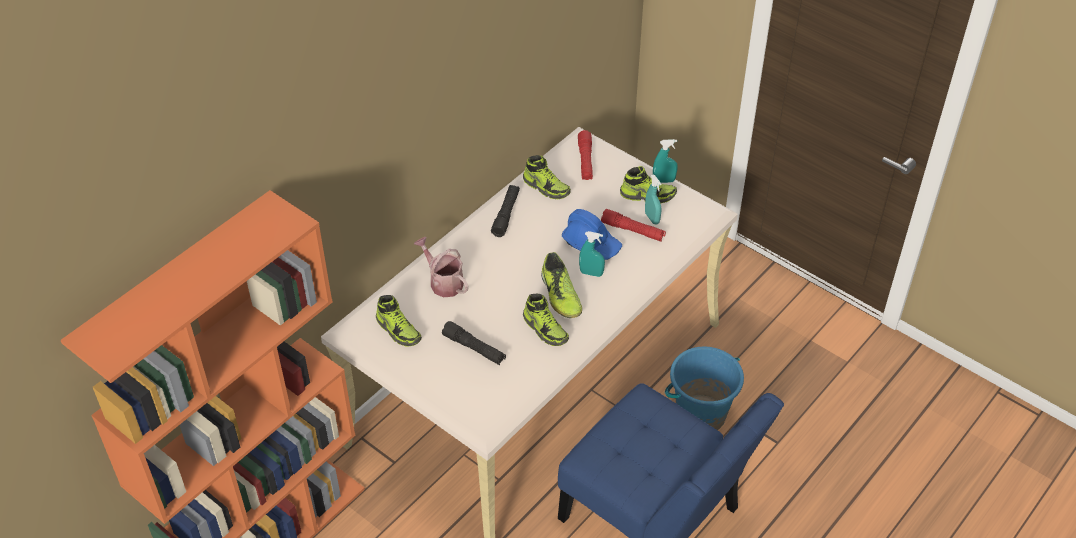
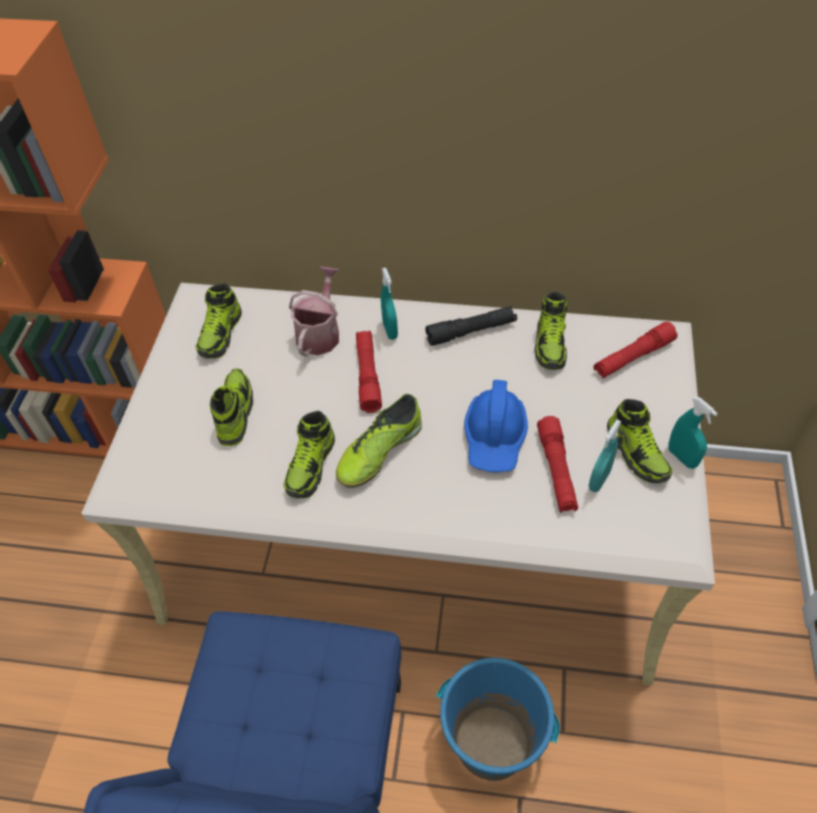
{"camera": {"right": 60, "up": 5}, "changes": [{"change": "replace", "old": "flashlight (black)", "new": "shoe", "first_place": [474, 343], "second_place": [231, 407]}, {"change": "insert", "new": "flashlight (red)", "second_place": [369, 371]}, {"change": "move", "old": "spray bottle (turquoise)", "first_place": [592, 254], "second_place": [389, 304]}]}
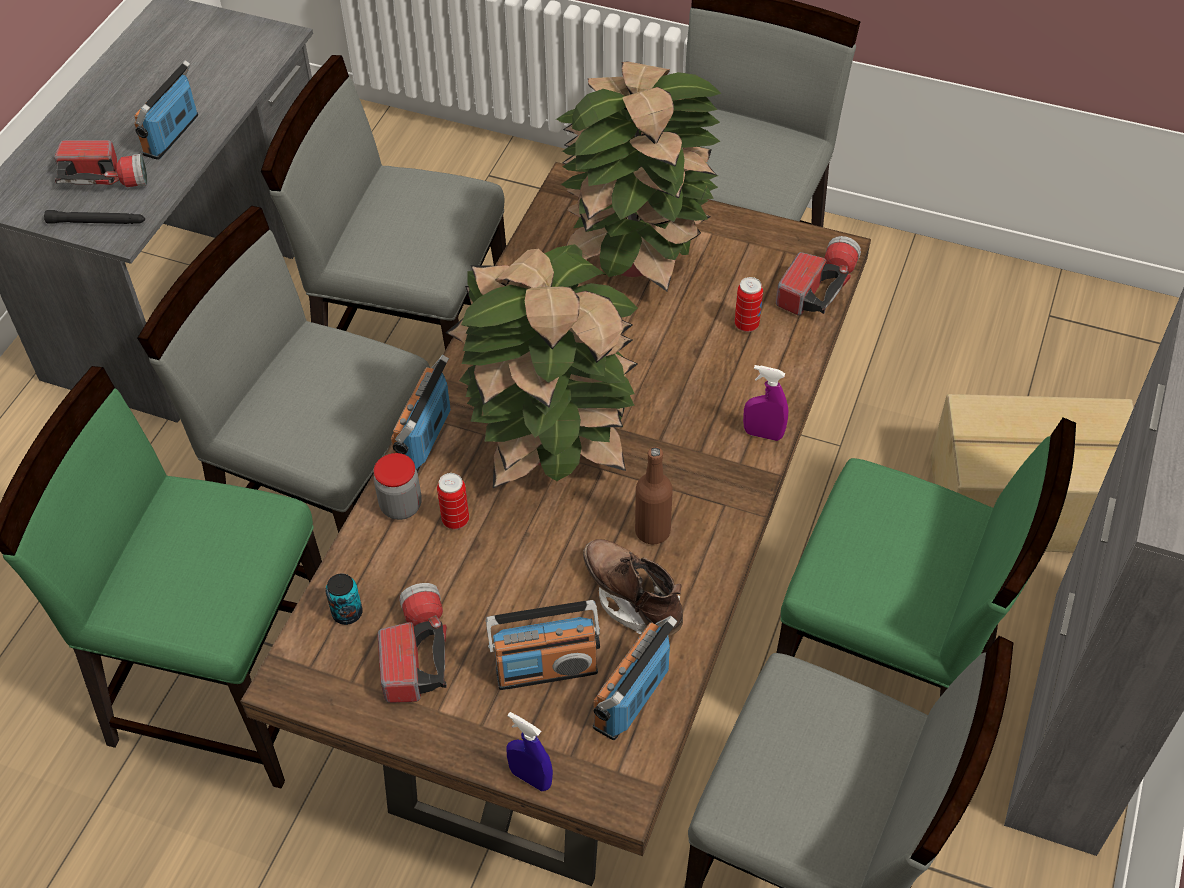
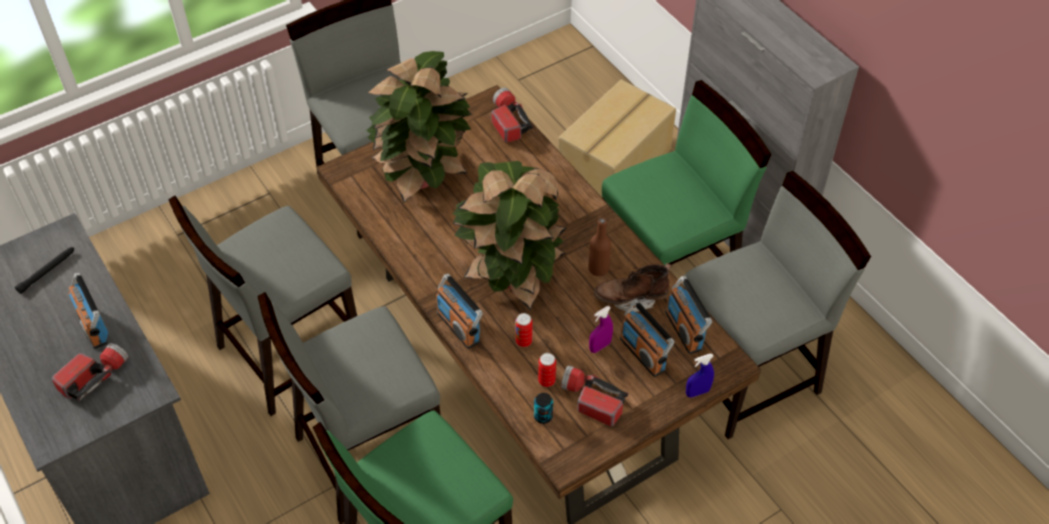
{"camera": {"right": -55, "up": 0}, "changes": [{"change": "move", "old": "flashlight (black)", "first_place": [94, 217], "second_place": [44, 270]}, {"change": "move", "old": "can", "first_place": [749, 304], "second_place": [547, 370]}, {"change": "move", "old": "spray bottle (purple)", "first_place": [765, 403], "second_place": [601, 329]}, {"change": "rotate", "old": "radio", "first_place": [543, 645], "second_place": [647, 338], "degrees": 120}, {"change": "delete", "old": "jar", "first_place": [398, 486]}]}
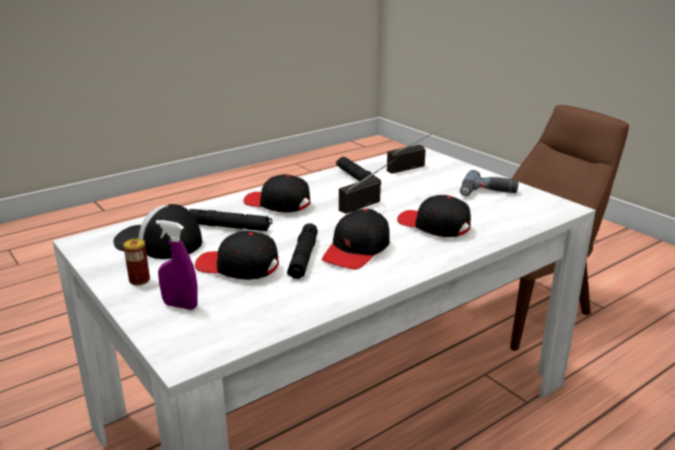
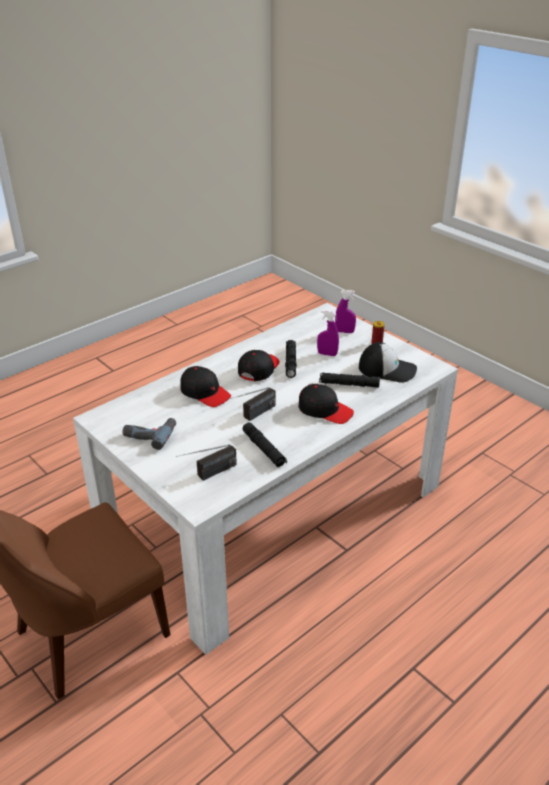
{"camera": {"right": 175, "up": 10}, "changes": [{"change": "replace", "old": "cap (black)", "new": "spray bottle (purple)", "first_place": [237, 255], "second_place": [328, 333]}]}
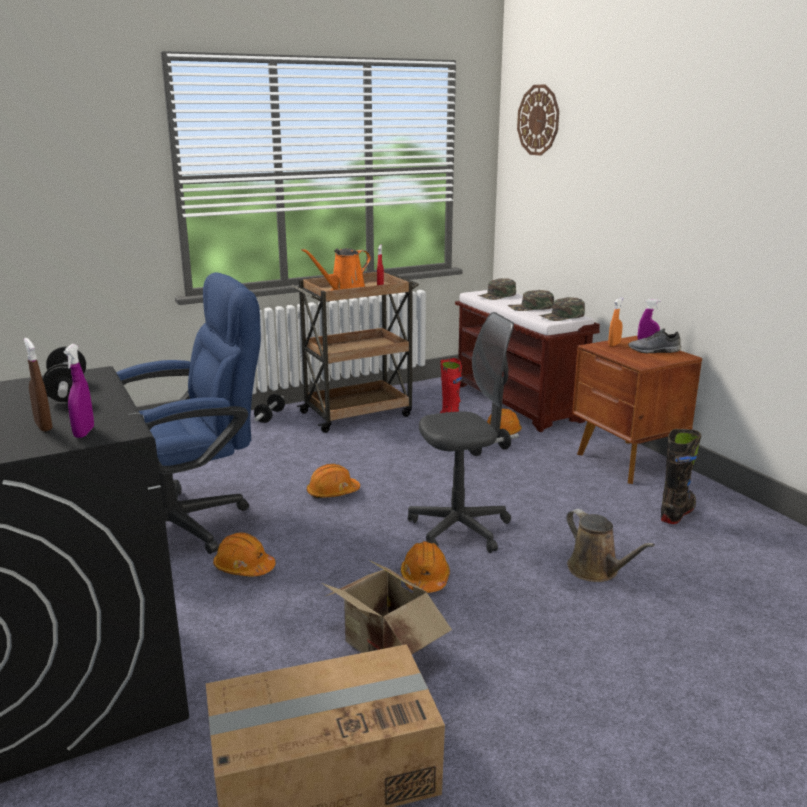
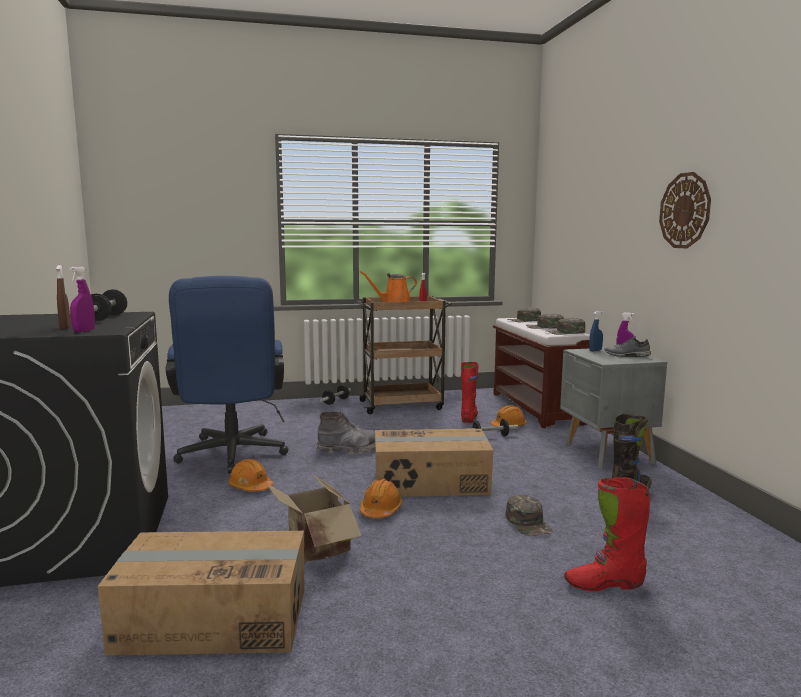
{"camera": {"right": 15, "up": -10}, "changes": [{"change": "rotate", "old": "office chair (blue)", "first_place": [188, 413], "second_place": [227, 375], "degrees": 90}, {"change": "replace", "old": "hard hat (orange)", "new": "boot (grey)", "first_place": [333, 481], "second_place": [346, 433]}, {"change": "replace", "old": "office chair (grey)", "new": "cardboard box", "first_place": [461, 432], "second_place": [434, 463]}, {"change": "replace", "old": "watering can (brown)", "new": "cap (green)", "first_place": [610, 545], "second_place": [529, 515]}, {"change": "recolor", "old": "nightstand (brown)", "new": "nightstand (grey)", "first_place": [637, 410], "second_place": [613, 408]}, {"change": "insert", "new": "boot (red)", "second_place": [607, 534]}, {"change": "recolor", "old": "spray bottle (orange)", "new": "spray bottle (blue)", "first_place": [615, 322], "second_place": [596, 331]}, {"change": "move", "old": "wall clock", "first_place": [538, 120], "second_place": [685, 210]}]}
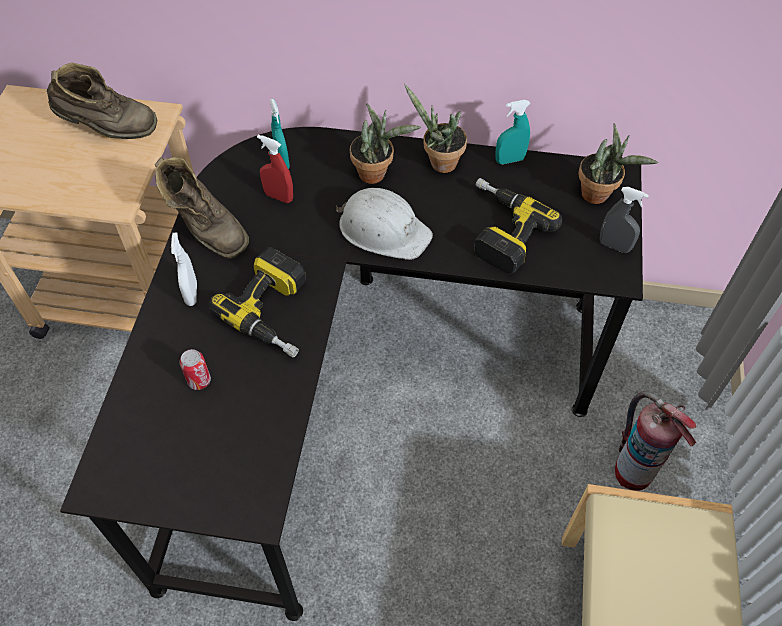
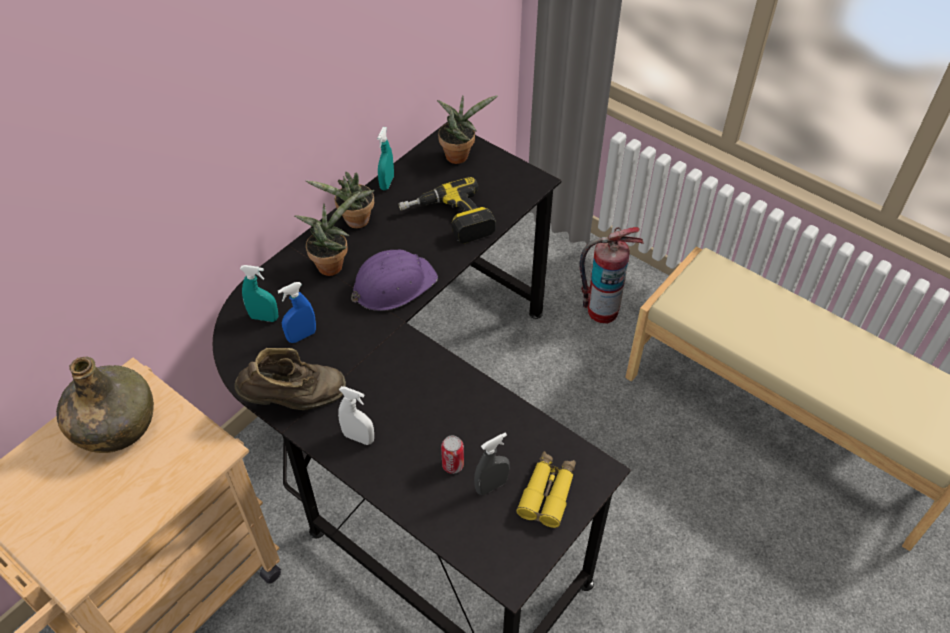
{"camera": {"right": -60, "up": -5}, "changes": [{"change": "replace", "old": "boot (brown)", "new": "bottle (green)", "first_place": [102, 101], "second_place": [105, 404]}, {"change": "recolor", "old": "spray bottle (red)", "new": "spray bottle (blue)", "first_place": [275, 169], "second_place": [297, 312]}, {"change": "recolor", "old": "hard hat (white)", "new": "hard hat (purple)", "first_place": [384, 224], "second_place": [394, 280]}, {"change": "move", "old": "spray bottle (grey)", "first_place": [624, 220], "second_place": [492, 464]}, {"change": "insert", "new": "binoculars (yellow)", "second_place": [546, 489]}, {"change": "delete", "old": "power drill", "first_place": [257, 302]}]}
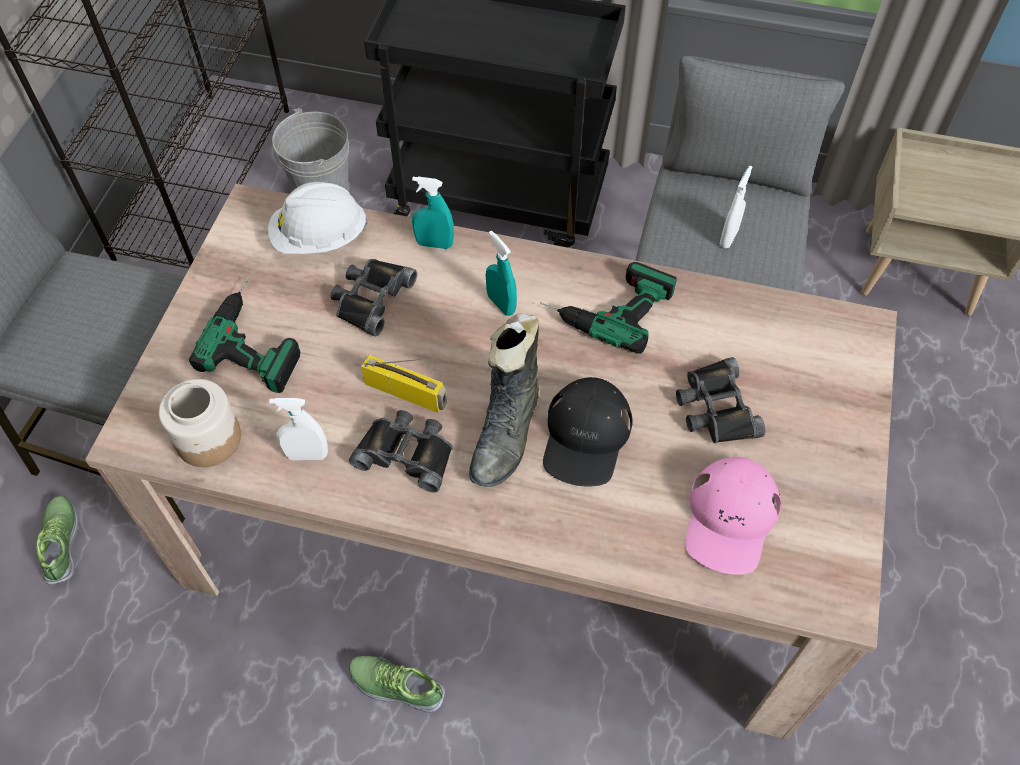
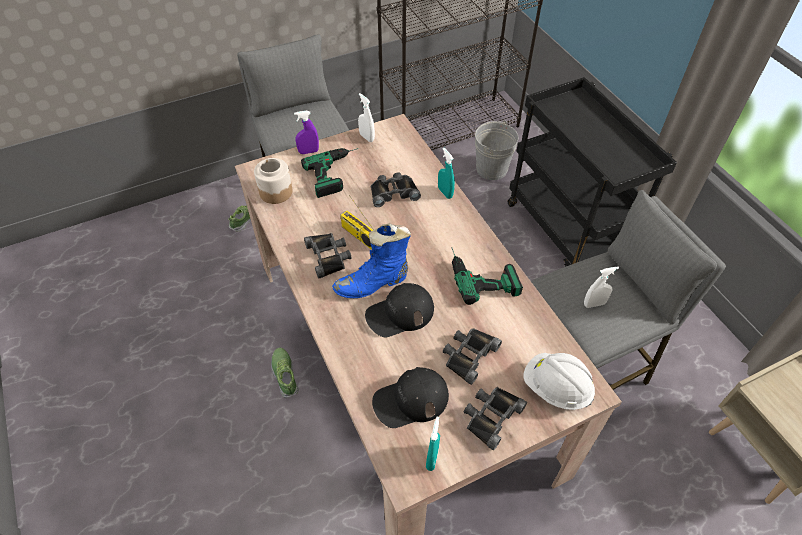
{"camera": {"right": 50, "up": -5}, "changes": [{"change": "insert", "new": "spray bottle (purple)", "second_place": [306, 132]}, {"change": "recolor", "old": "boot (black)", "new": "boot (blue)", "first_place": [504, 400], "second_place": [371, 260]}, {"change": "rotate", "old": "radio", "first_place": [404, 384], "second_place": [357, 222], "degrees": 150}, {"change": "move", "old": "spray bottle (white)", "first_place": [298, 429], "second_place": [366, 117]}, {"change": "recolor", "old": "cap (pink)", "new": "cap (black)", "first_place": [733, 516], "second_place": [410, 397]}, {"change": "move", "old": "spray bottle (turquoise)", "first_place": [501, 273], "second_place": [433, 444]}, {"change": "insert", "new": "binoculars (black)", "second_place": [495, 418]}, {"change": "move", "old": "hard hat (white)", "first_place": [318, 218], "second_place": [559, 381]}]}
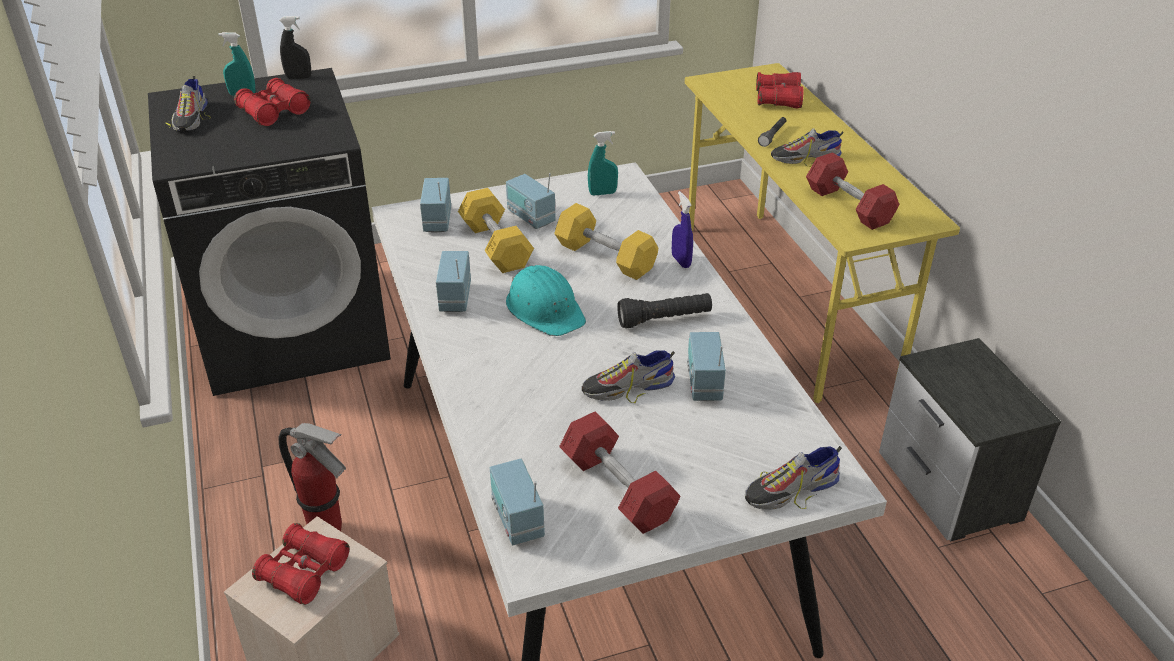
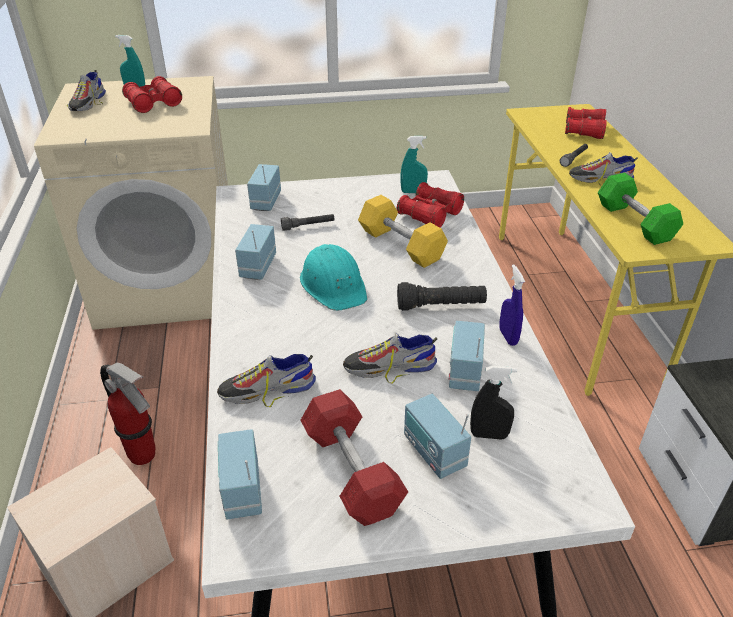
{"camera": {"right": 10, "up": 0}, "changes": [{"change": "recolor", "old": "washing machine (black)", "new": "washing machine (beige)", "first_place": [269, 232], "second_place": [131, 203]}, {"change": "move", "old": "shoe", "first_place": [793, 478], "second_place": [266, 380]}, {"change": "replace", "old": "dumbbell (yellow)", "new": "flashlight (grey)", "first_place": [496, 230], "second_place": [307, 222]}, {"change": "move", "old": "binoculars (red)", "first_place": [300, 564], "second_place": [430, 205]}, {"change": "move", "old": "radio", "first_place": [531, 201], "second_place": [437, 436]}, {"change": "move", "old": "spray bottle (black)", "first_place": [295, 47], "second_place": [493, 402]}, {"change": "move", "old": "spray bottle (blue)", "first_place": [682, 229], "second_place": [512, 305]}, {"change": "recolor", "old": "dumbbell (red)", "new": "dumbbell (green)", "first_place": [853, 191], "second_place": [640, 209]}]}
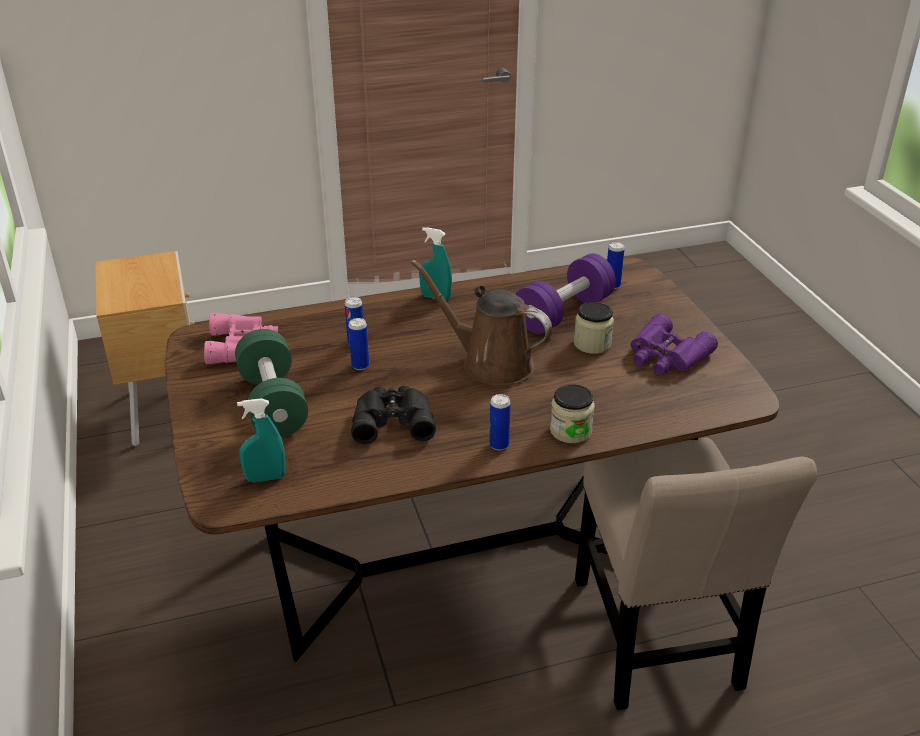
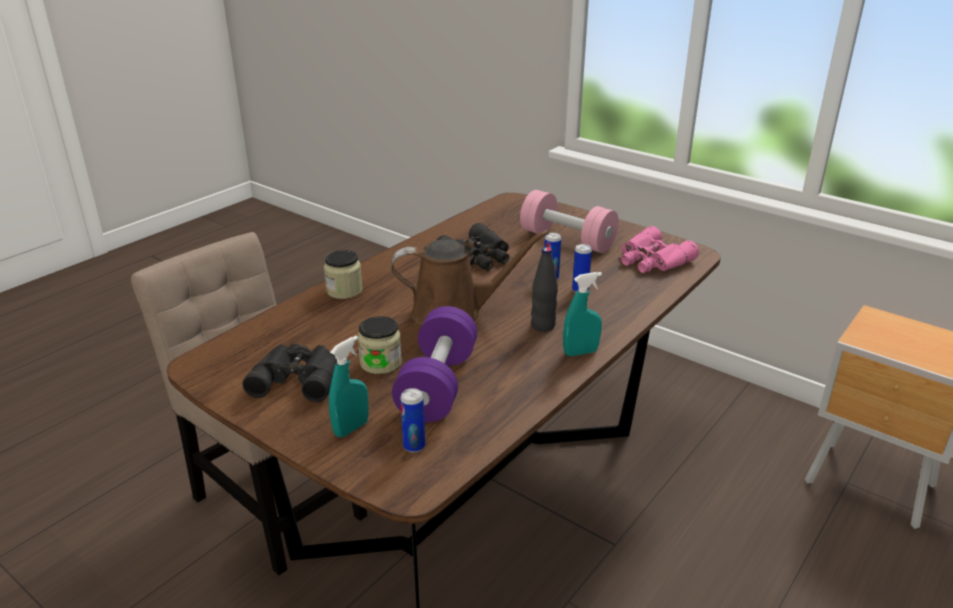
{"camera": {"right": 145, "up": -5}, "changes": [{"change": "recolor", "old": "binoculars (purple)", "new": "binoculars (black)", "first_place": [674, 344], "second_place": [289, 373]}, {"change": "move", "old": "spray bottle (turquoise)", "first_place": [261, 440], "second_place": [349, 387]}, {"change": "recolor", "old": "dumbbell (green)", "new": "dumbbell (pink)", "first_place": [271, 383], "second_place": [569, 221]}, {"change": "insert", "new": "bottle (black)", "second_place": [544, 289]}, {"change": "delete", "old": "can", "first_place": [500, 422]}]}
